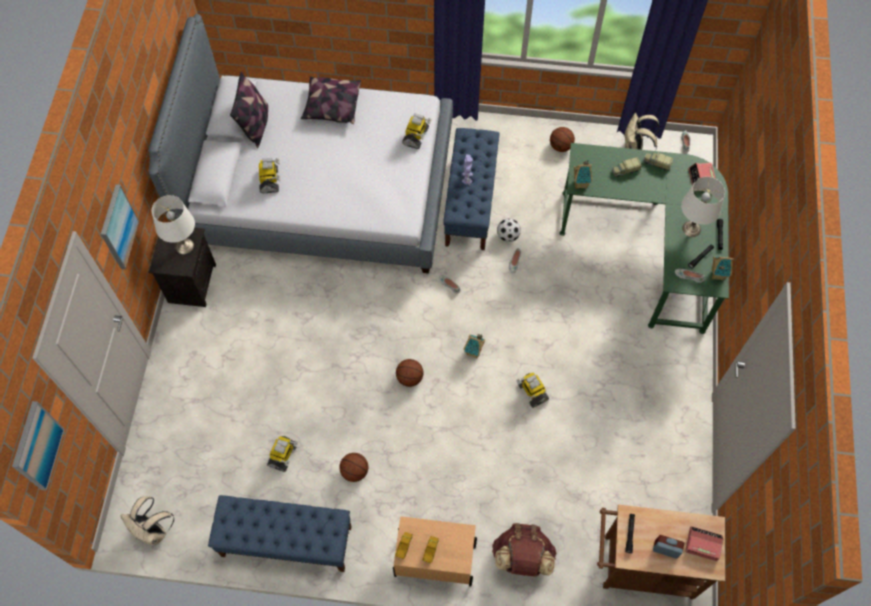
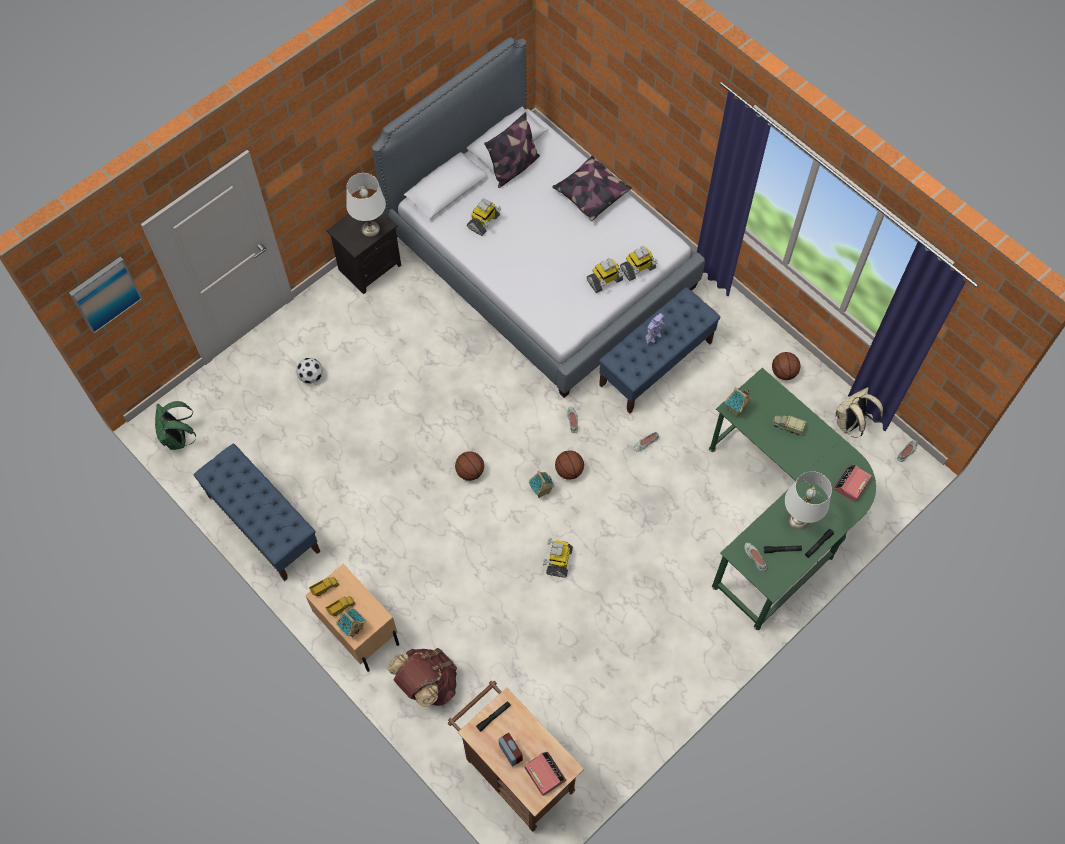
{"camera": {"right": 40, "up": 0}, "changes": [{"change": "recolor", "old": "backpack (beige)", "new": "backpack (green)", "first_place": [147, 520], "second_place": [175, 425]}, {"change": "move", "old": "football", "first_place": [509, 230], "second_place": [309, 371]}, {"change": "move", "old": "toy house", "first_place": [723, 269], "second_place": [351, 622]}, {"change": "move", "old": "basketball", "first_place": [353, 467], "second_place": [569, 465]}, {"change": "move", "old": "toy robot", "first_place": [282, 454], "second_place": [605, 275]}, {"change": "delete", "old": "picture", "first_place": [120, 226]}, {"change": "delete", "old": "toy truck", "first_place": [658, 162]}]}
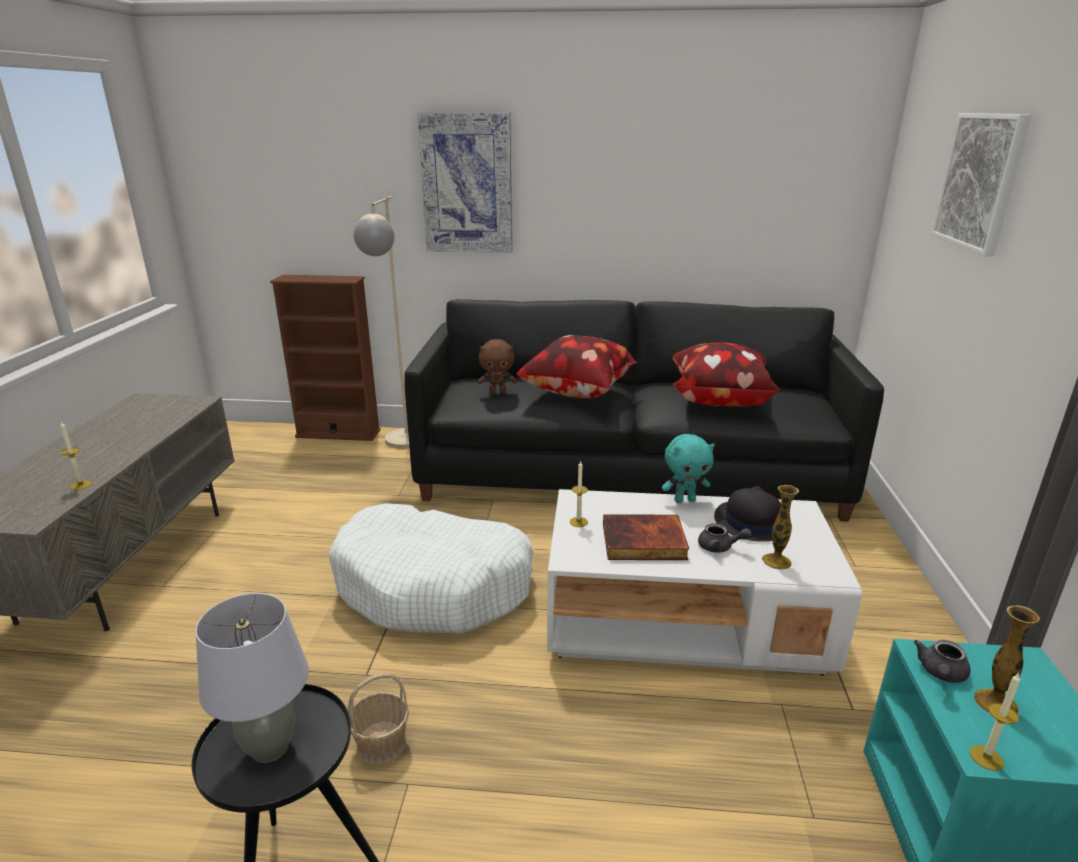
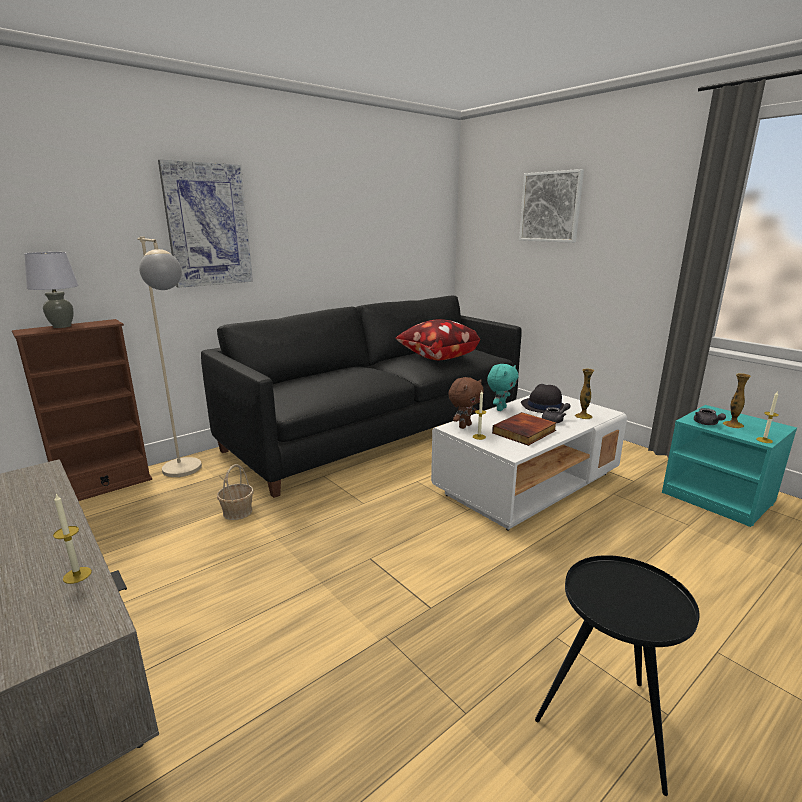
{"camera": {"right": -45, "up": -5}, "changes": [{"change": "move", "old": "table lamp (grey)", "first_place": [252, 678], "second_place": [51, 290]}, {"change": "move", "old": "basket", "first_place": [378, 718], "second_place": [235, 492]}, {"change": "move", "old": "plush toy (brown)", "first_place": [497, 367], "second_place": [466, 403]}, {"change": "delete", "old": "dog bed (white)", "first_place": [430, 568]}, {"change": "delete", "old": "pillow", "first_place": [576, 366]}]}
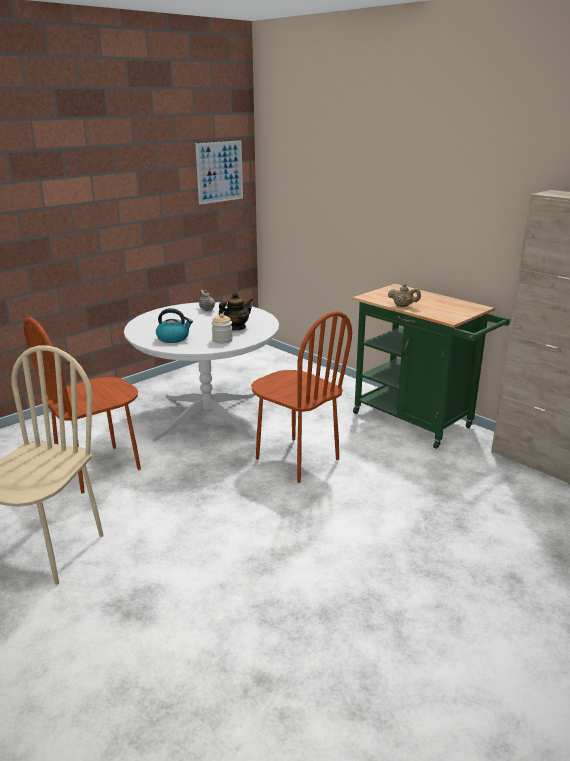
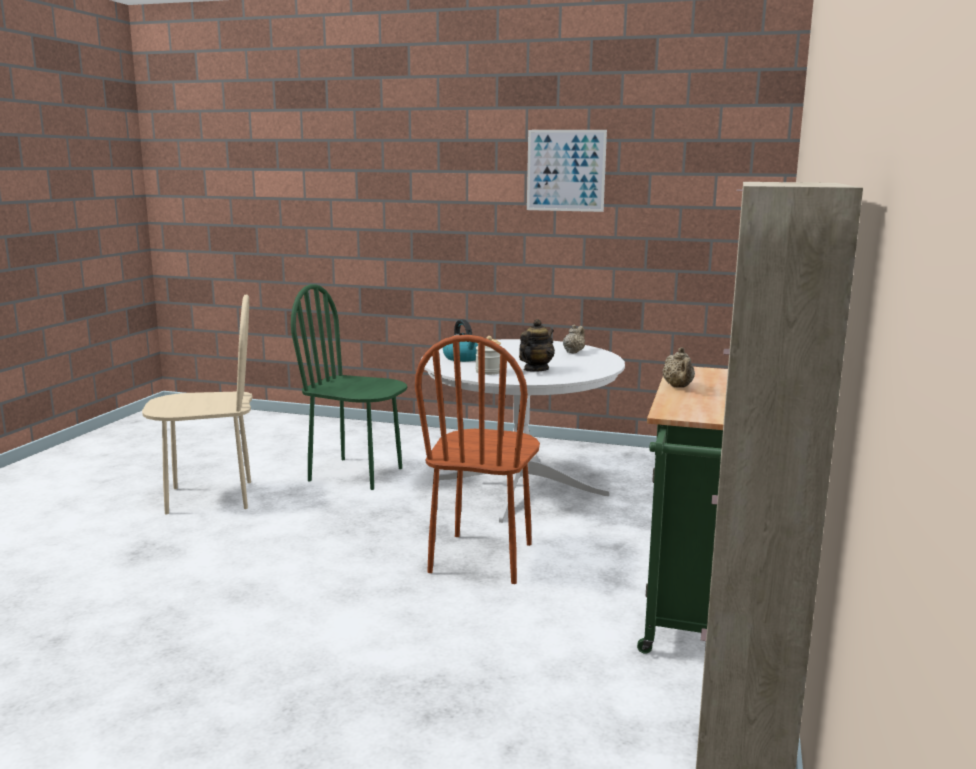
{"camera": {"right": 60, "up": -10}, "changes": [{"change": "recolor", "old": "chair (brown)", "new": "chair (green)", "first_place": [82, 405], "second_place": [349, 387]}, {"change": "rotate", "old": "teapot", "first_place": [235, 311], "second_place": [537, 345], "degrees": -75}, {"change": "move", "old": "picture", "first_place": [219, 172], "second_place": [567, 171]}]}
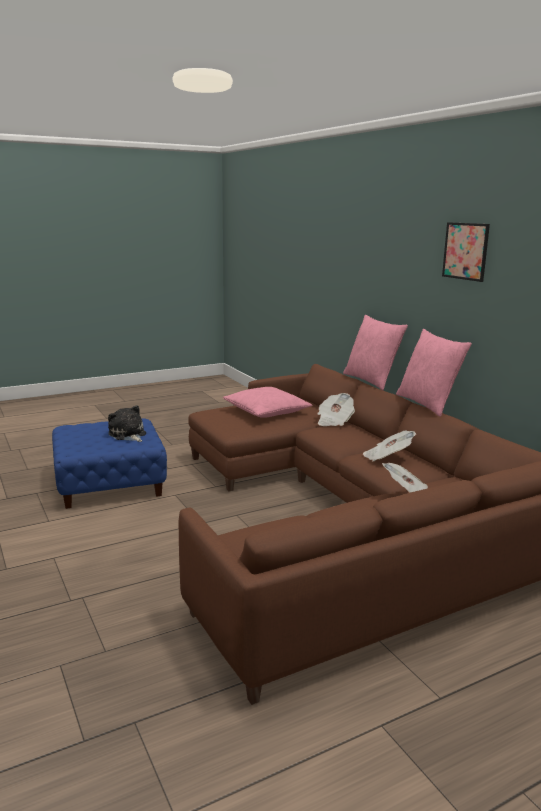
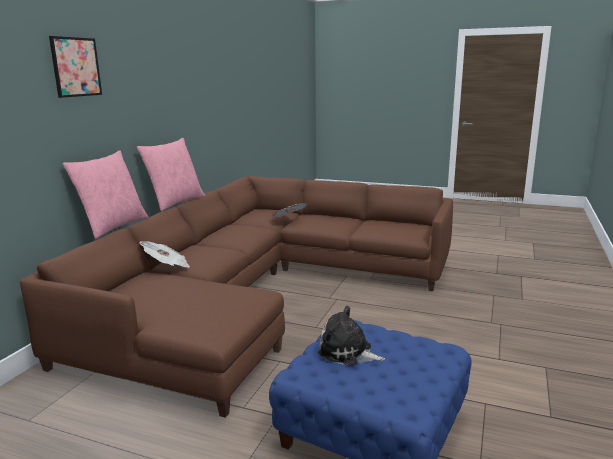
{"camera": {"right": -130, "up": 0}, "changes": [{"change": "move", "old": "picture", "first_place": [466, 252], "second_place": [75, 67]}, {"change": "rotate", "old": "plush toy", "first_place": [127, 423], "second_place": [351, 336], "degrees": 105}, {"change": "delete", "old": "pillow (pink)", "first_place": [267, 402]}, {"change": "delete", "old": "newspaper", "first_place": [389, 445]}]}
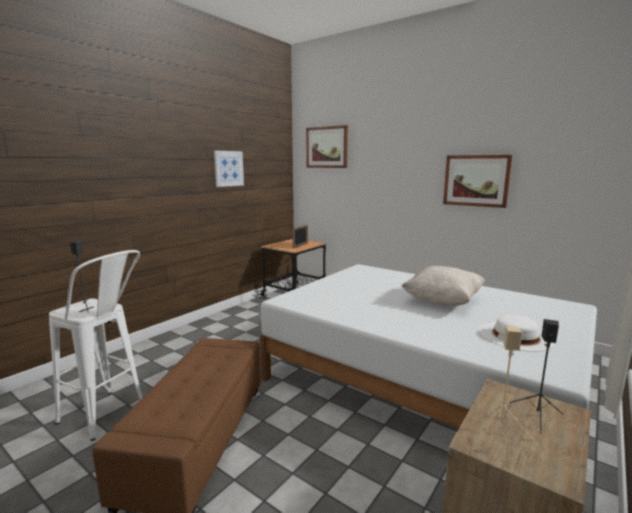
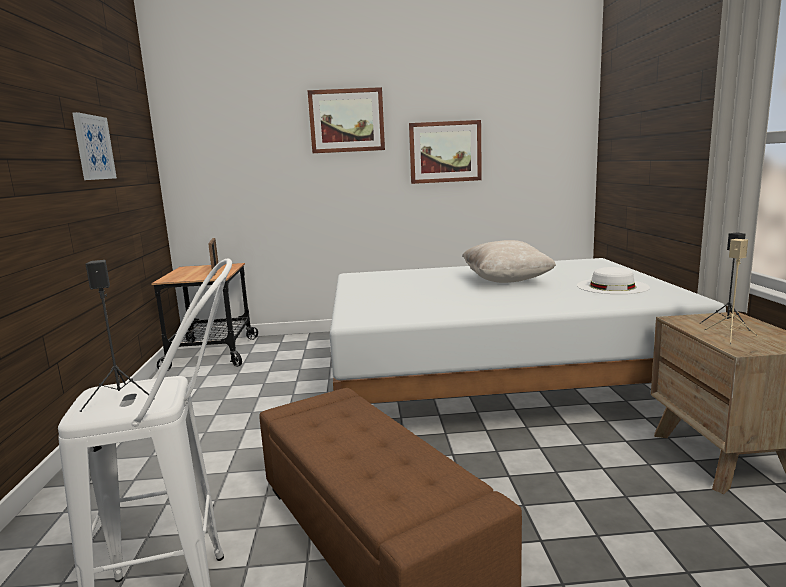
{"camera": {"right": -40, "up": 0}, "changes": [{"change": "move", "old": "picture", "first_place": [327, 146], "second_place": [346, 120]}]}
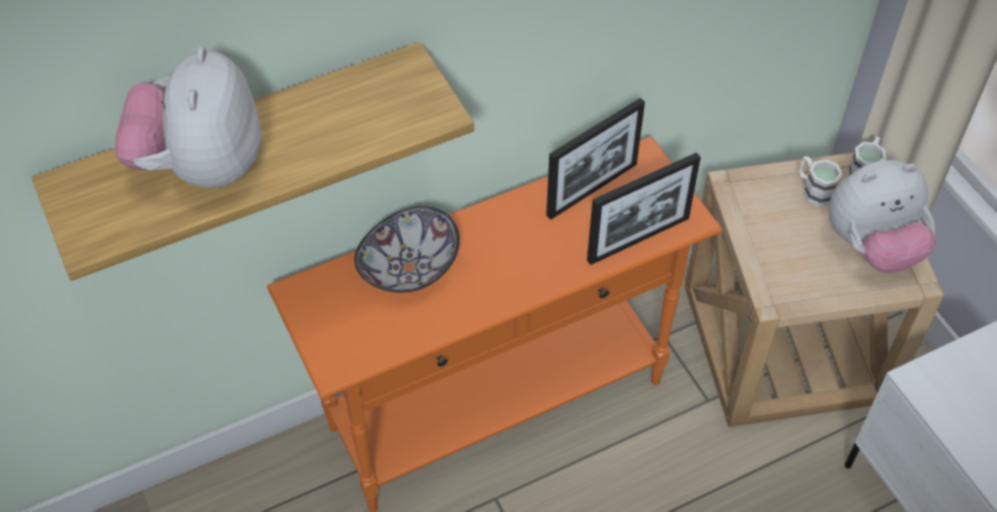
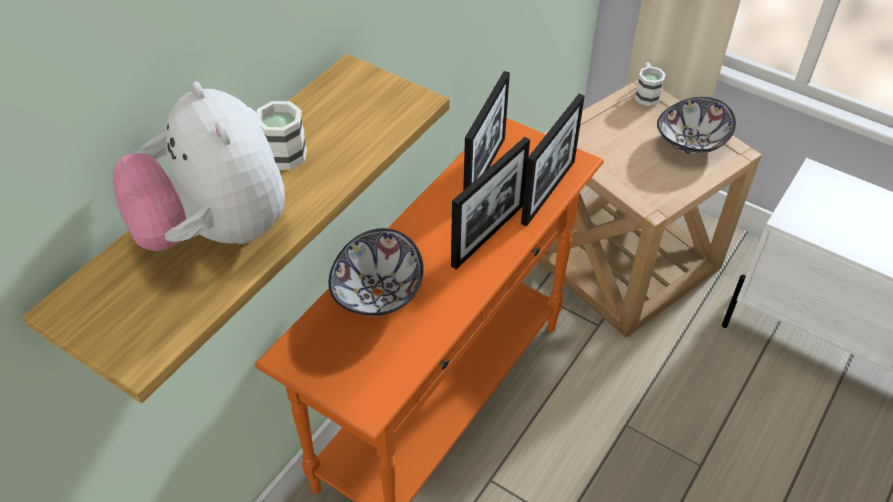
{"camera": {"right": -30, "up": -5}, "changes": [{"change": "move", "old": "mug (white)", "first_place": [821, 181], "second_place": [277, 135]}, {"change": "insert", "new": "picture frame", "second_place": [490, 203]}, {"change": "replace", "old": "plush toy", "new": "bowl", "first_place": [882, 216], "second_place": [696, 125]}]}
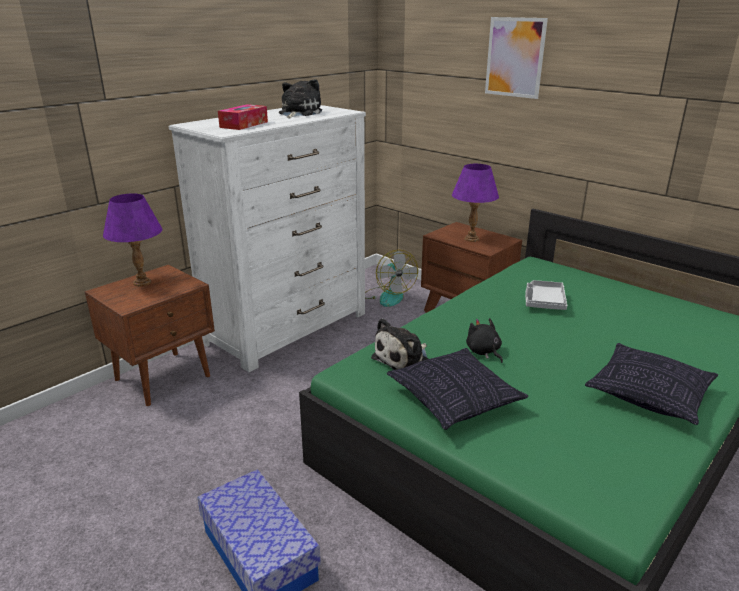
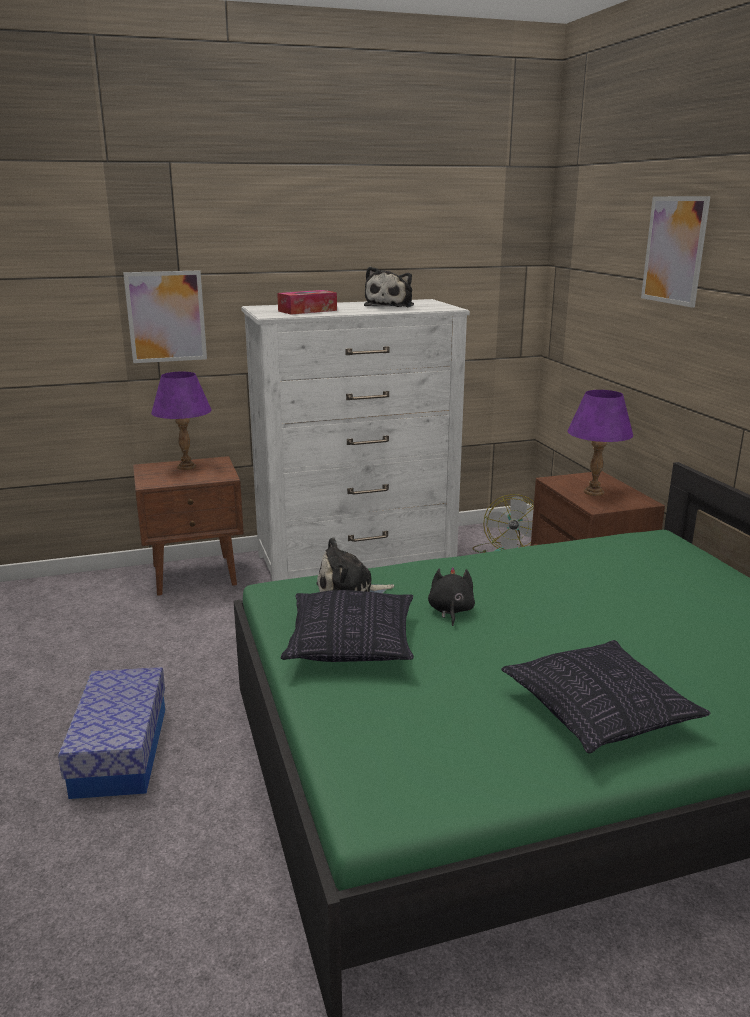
{"camera": {"right": 30, "up": -5}, "changes": [{"change": "insert", "new": "picture", "second_place": [165, 316]}, {"change": "rotate", "old": "plush toy", "first_place": [300, 98], "second_place": [389, 287], "degrees": 150}, {"change": "delete", "old": "tray (grey)", "first_place": [546, 295]}]}
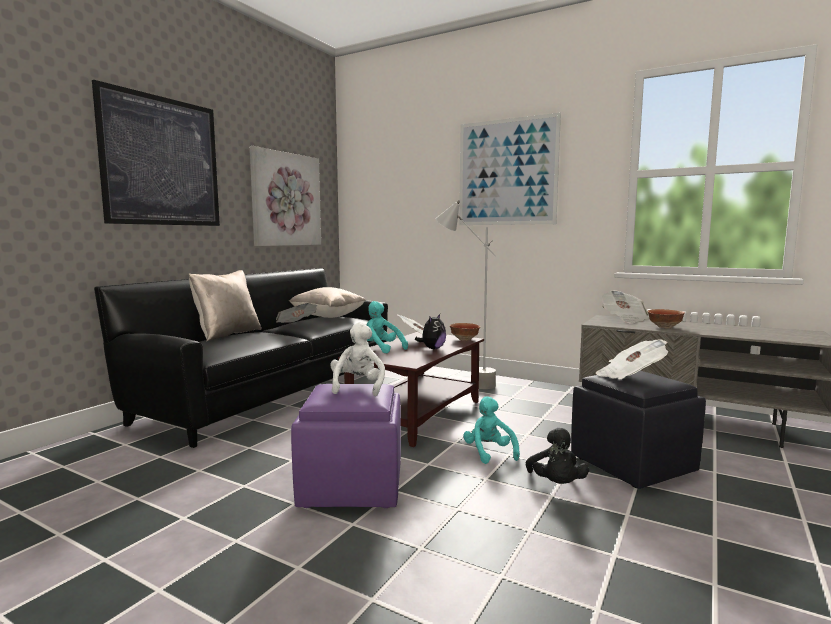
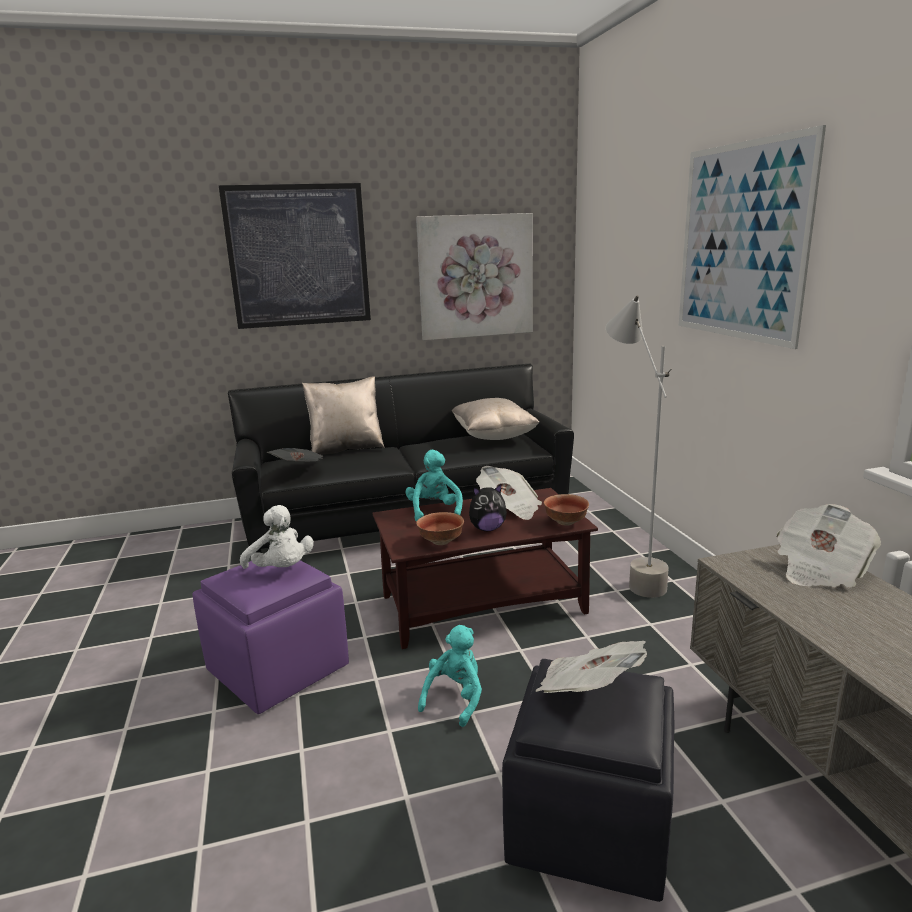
{"camera": {"right": 45, "up": 10}, "changes": [{"change": "rotate", "old": "plush toy (white)", "first_place": [357, 359], "second_place": [277, 537], "degrees": 90}, {"change": "move", "old": "newspaper", "first_place": [296, 313], "second_place": [295, 454]}, {"change": "move", "old": "bowl", "first_place": [666, 318], "second_place": [440, 528]}, {"change": "delete", "old": "plush toy (black)", "first_place": [557, 456]}]}
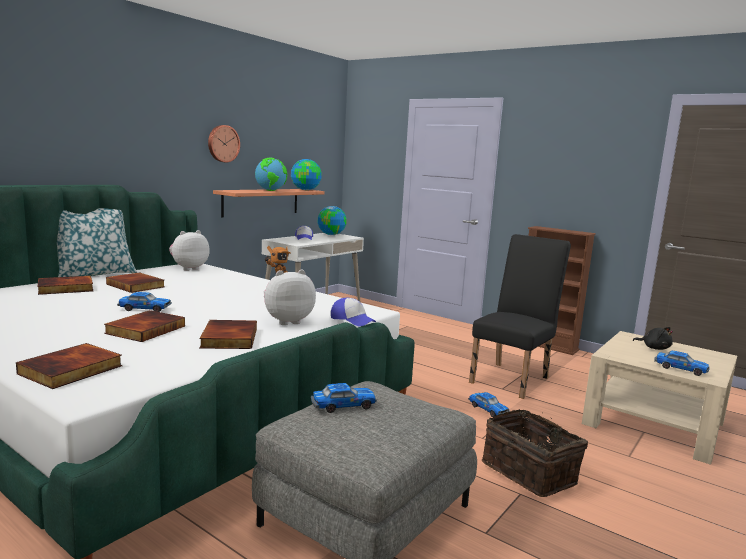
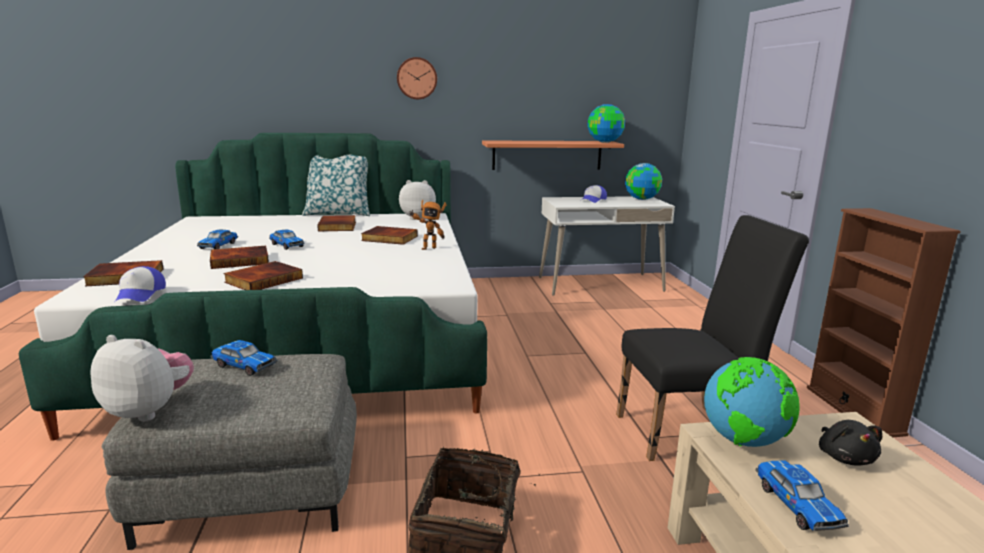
{"camera": {"right": 45, "up": 5}, "changes": [{"change": "move", "old": "plush toy", "first_place": [290, 297], "second_place": [142, 378]}, {"change": "move", "old": "cap", "first_place": [353, 311], "second_place": [140, 284]}, {"change": "move", "old": "toy car", "first_place": [488, 404], "second_place": [217, 239]}, {"change": "move", "old": "book", "first_place": [65, 285], "second_place": [389, 235]}, {"change": "move", "old": "wall clock", "first_place": [224, 144], "second_place": [417, 78]}, {"change": "move", "old": "globe", "first_place": [271, 174], "second_place": [752, 402]}]}
